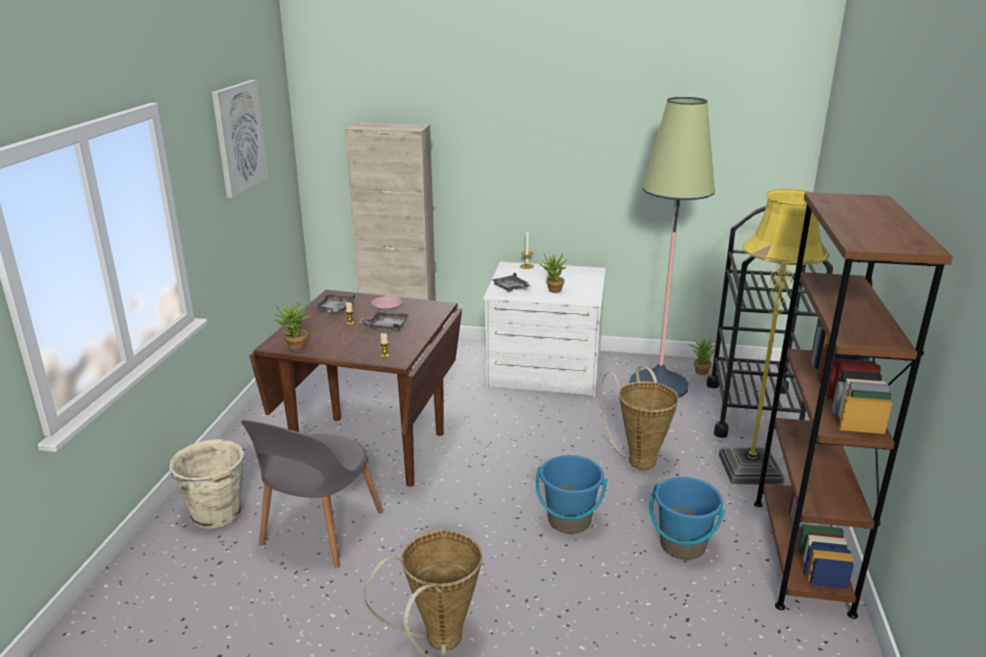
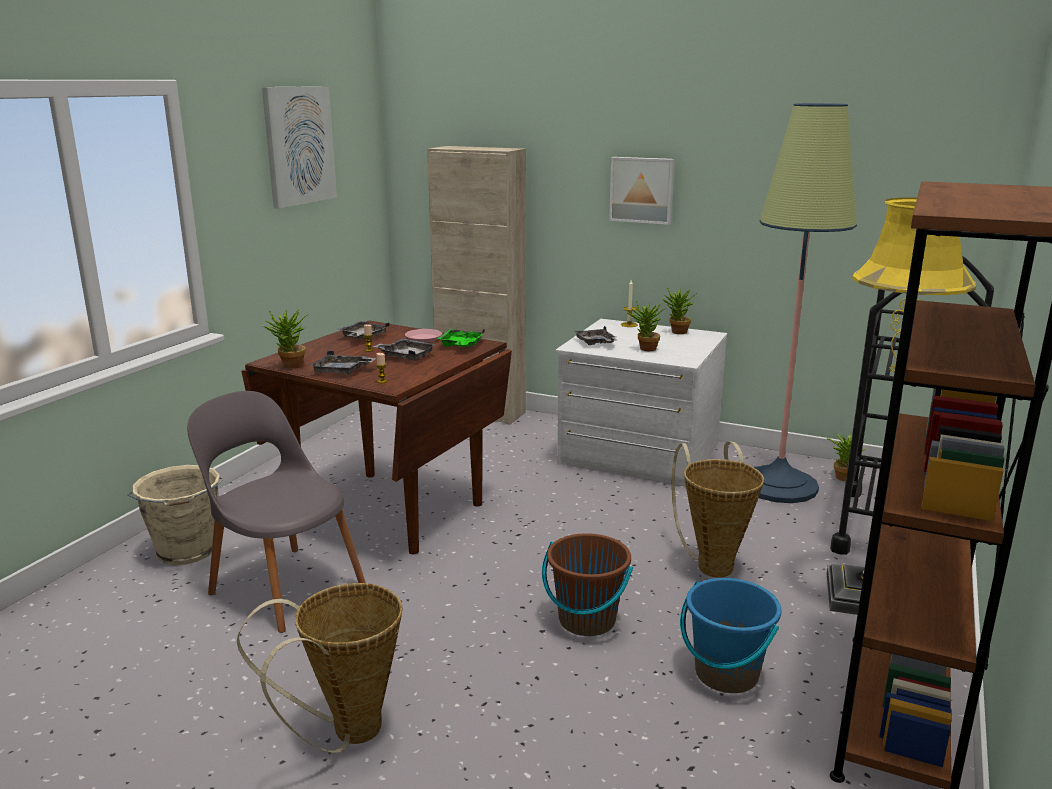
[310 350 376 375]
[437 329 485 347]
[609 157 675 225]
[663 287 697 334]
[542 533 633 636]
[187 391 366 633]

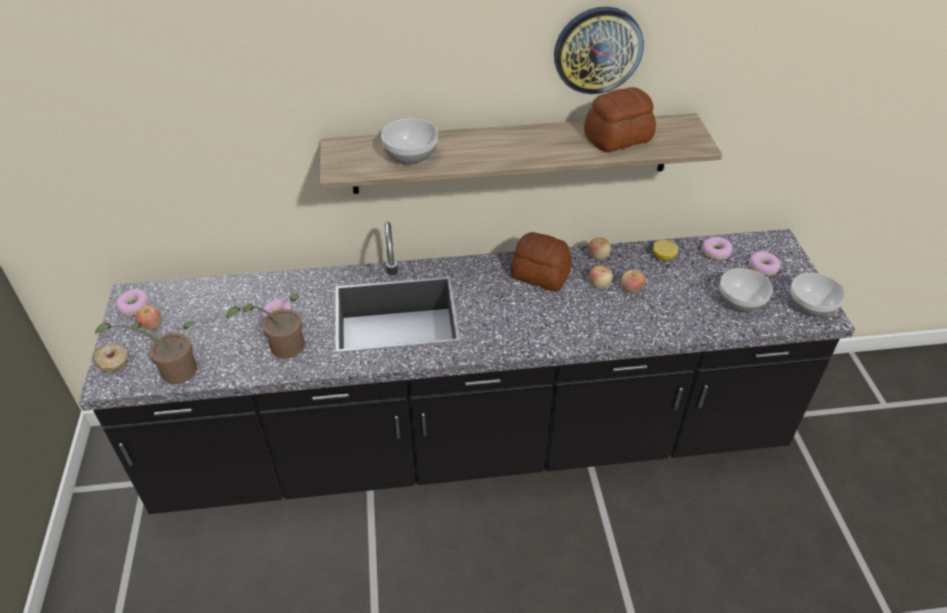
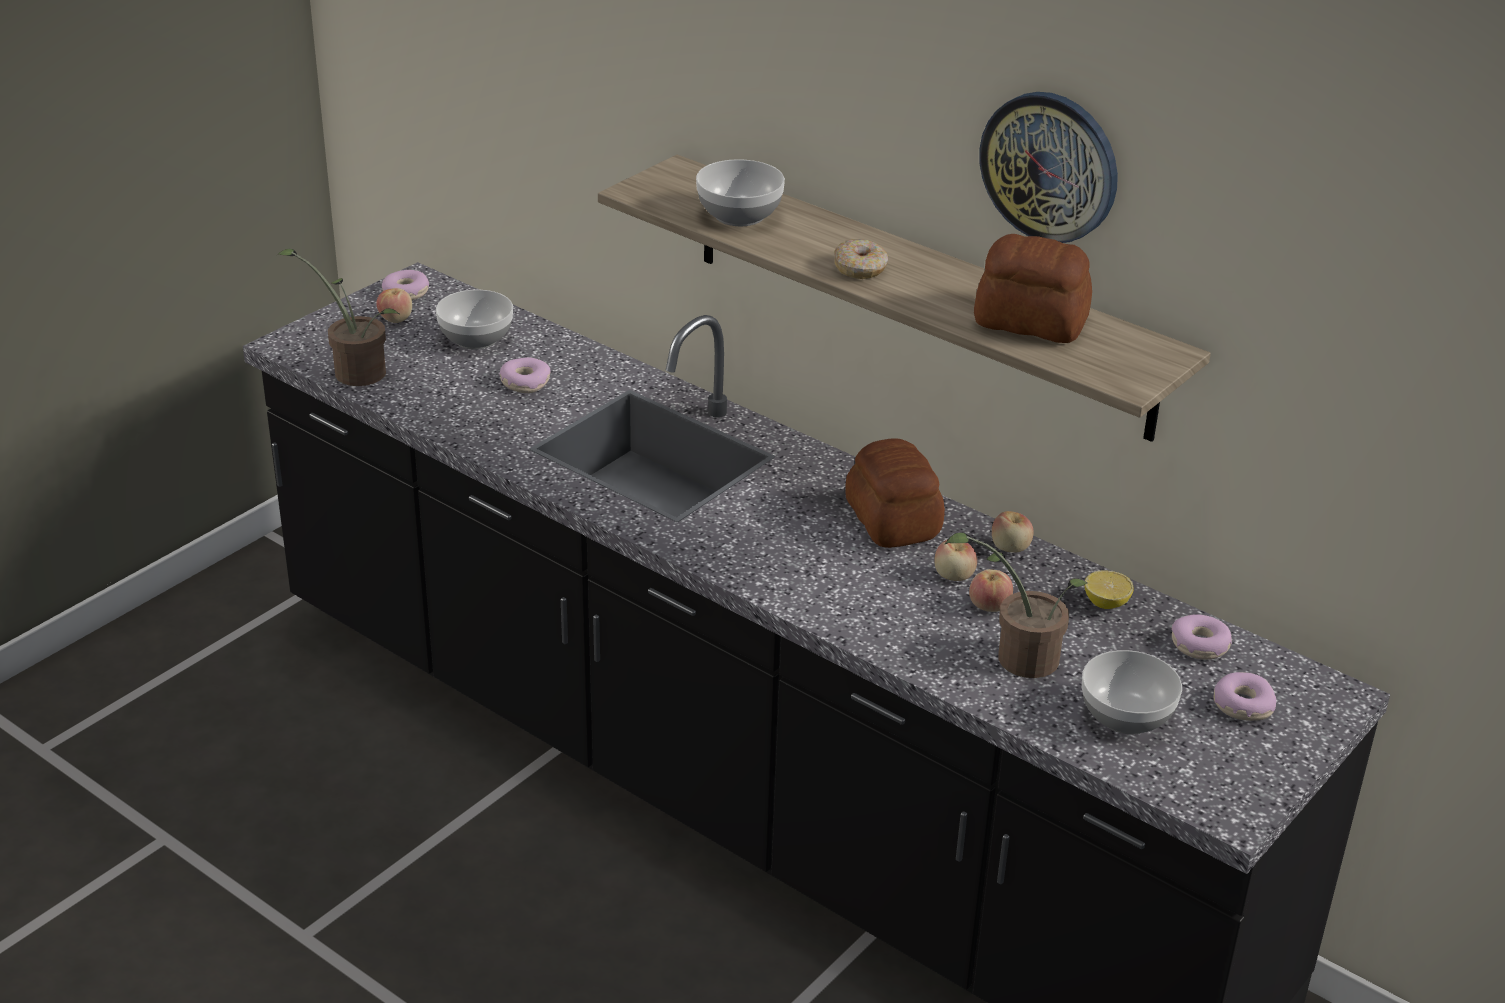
[834 239 888 279]
[944 532 1088 678]
[436 290 513 350]

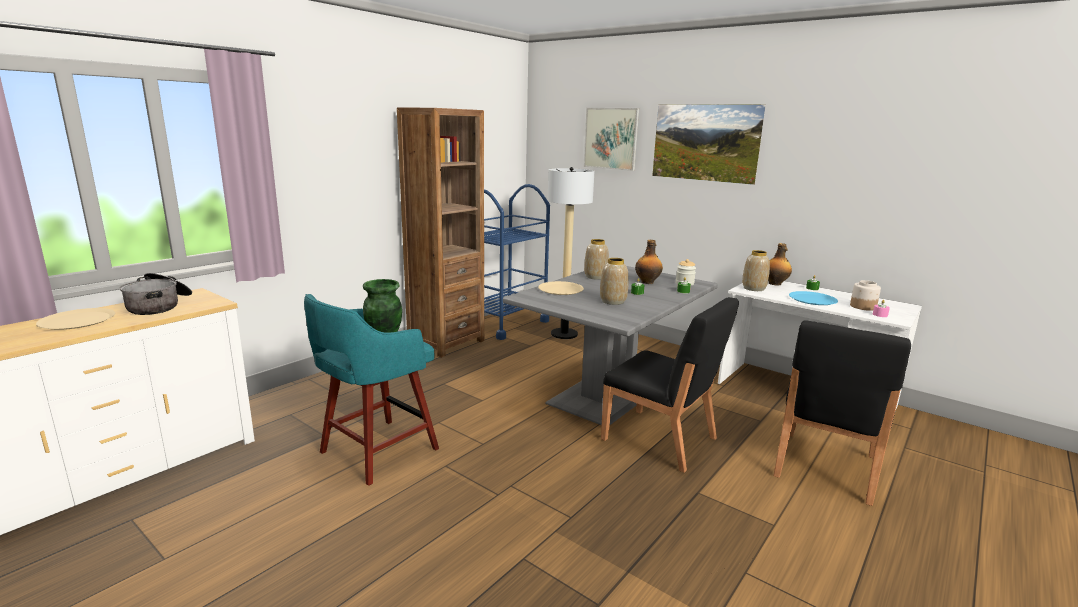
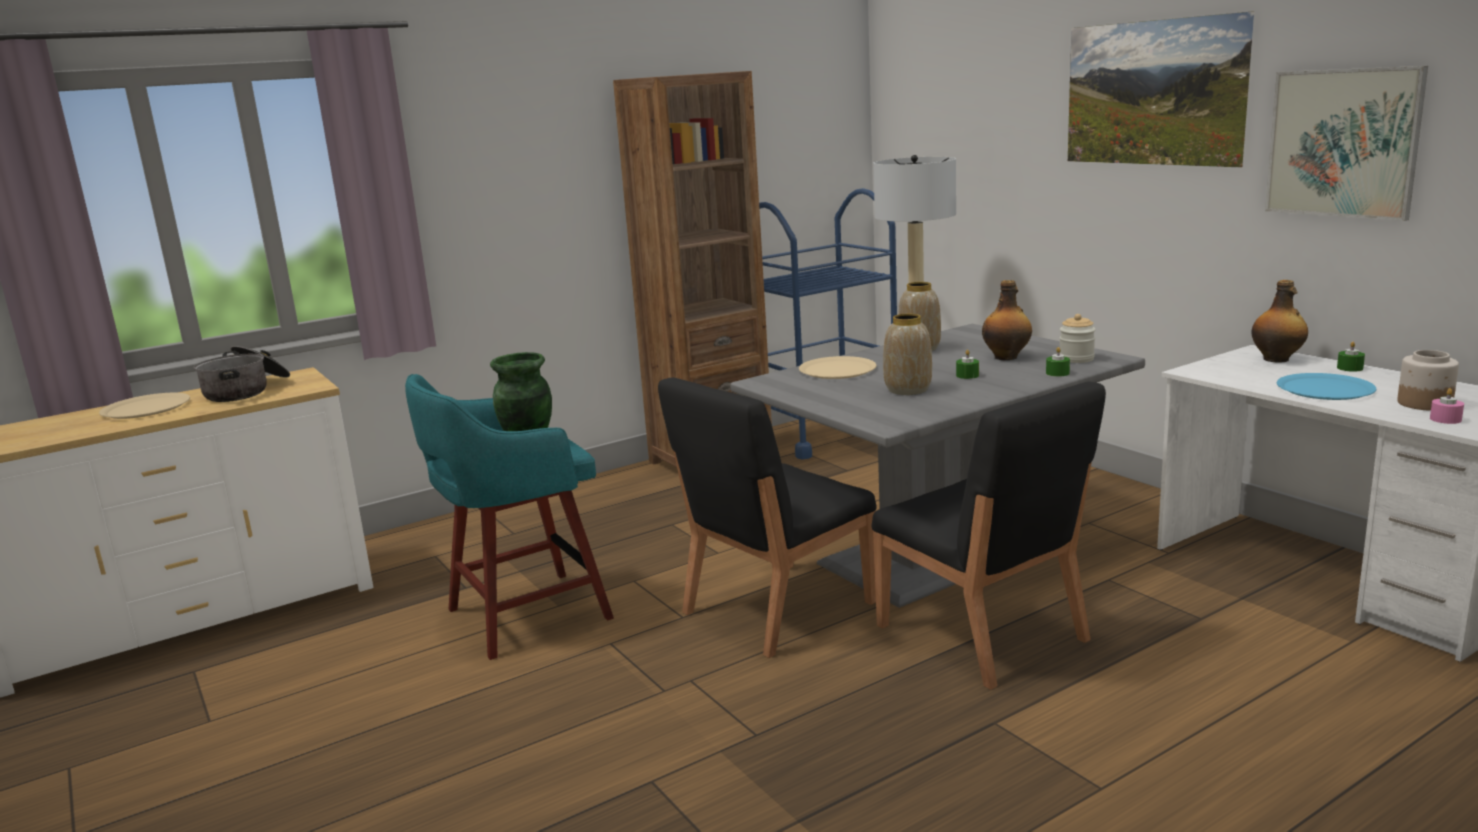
[742 250 770 291] (first image)
[1265 66 1428 221]
[658 377 877 658]

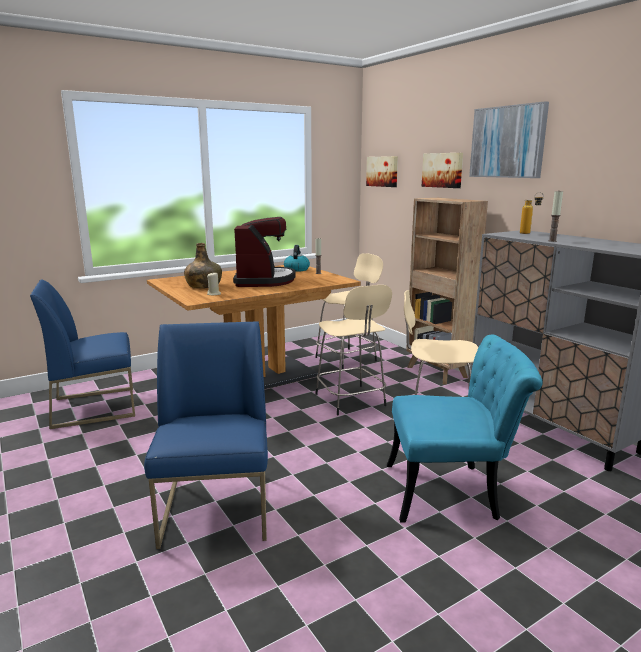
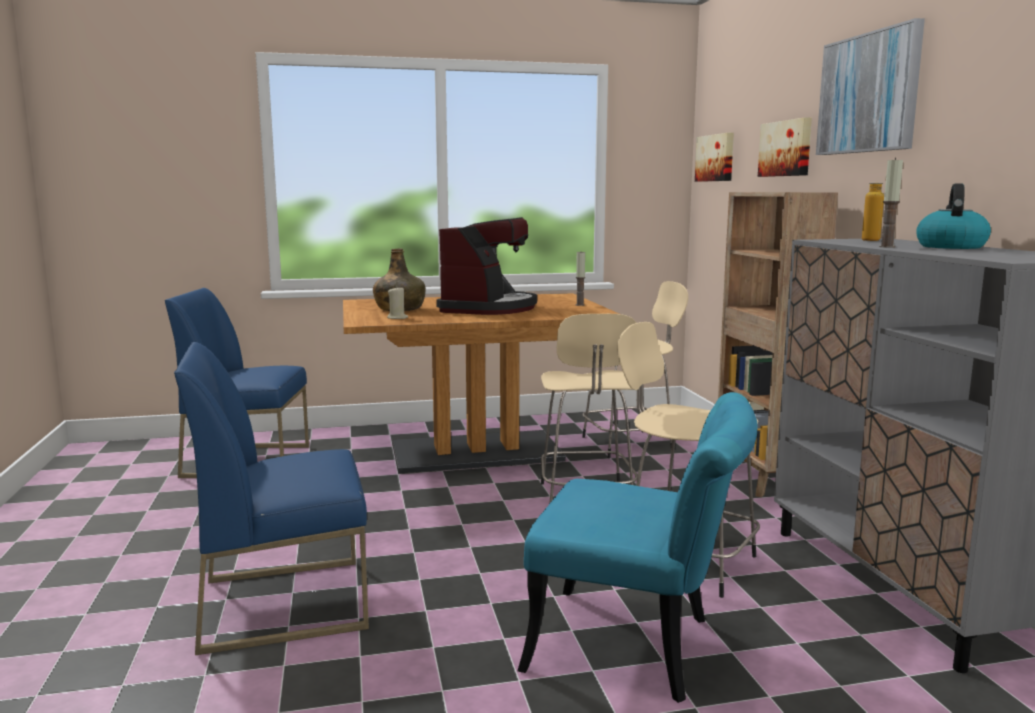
[916 183 991 249]
[174 342 369 655]

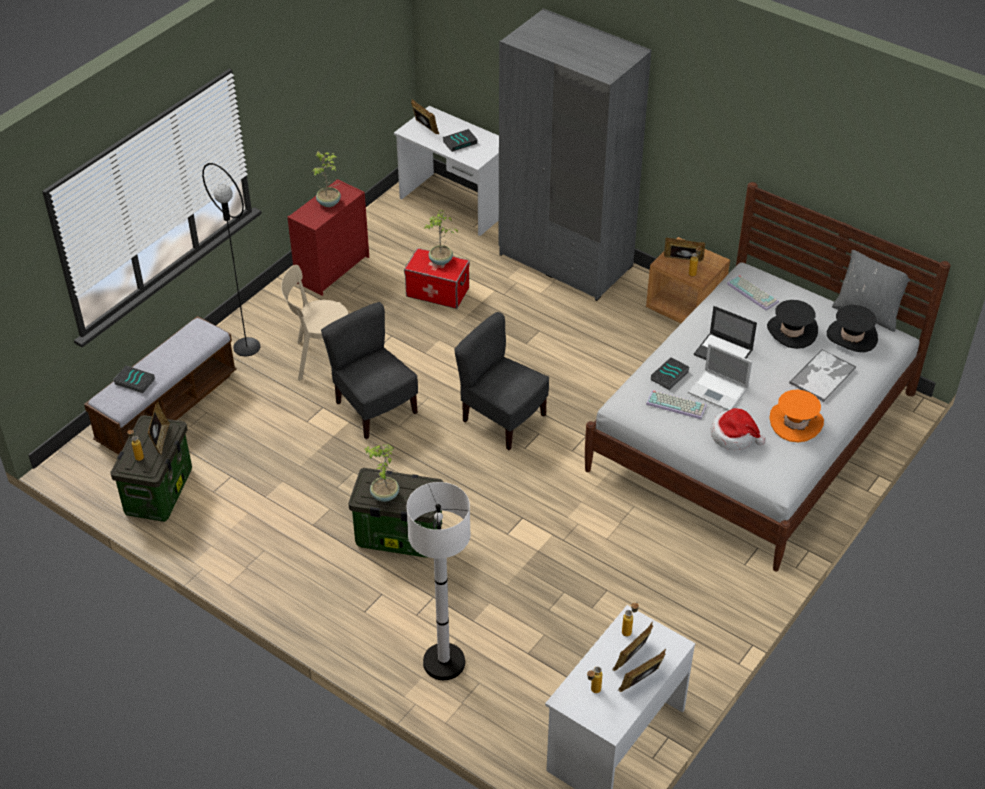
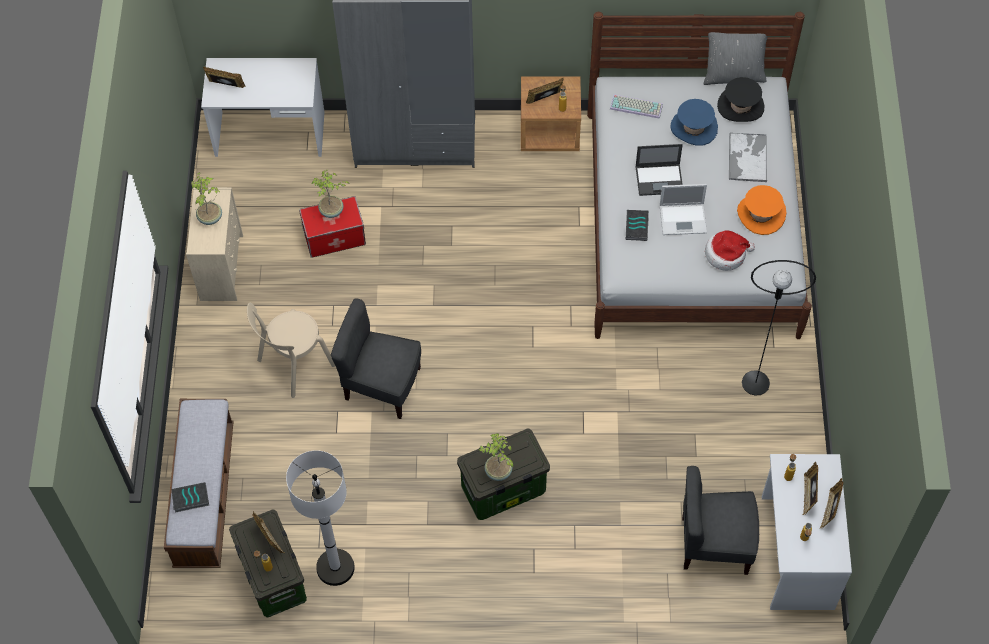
[442 129 477 152] (first image)
[646 390 707 419] (first image)
[742 260 816 396]
[286 450 355 586]
[682 466 759 575]
[186 187 243 301]
[670 99 718 146]

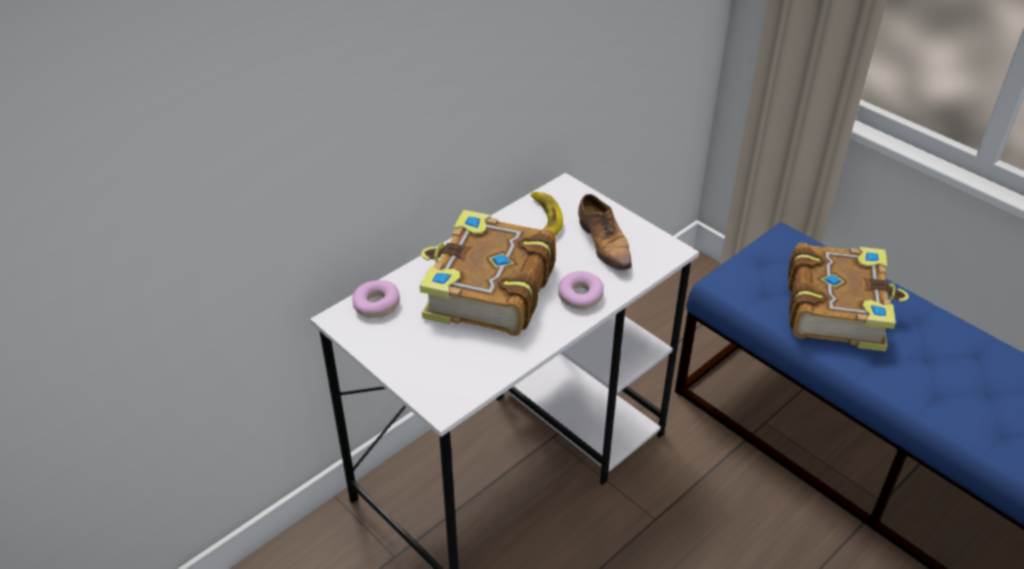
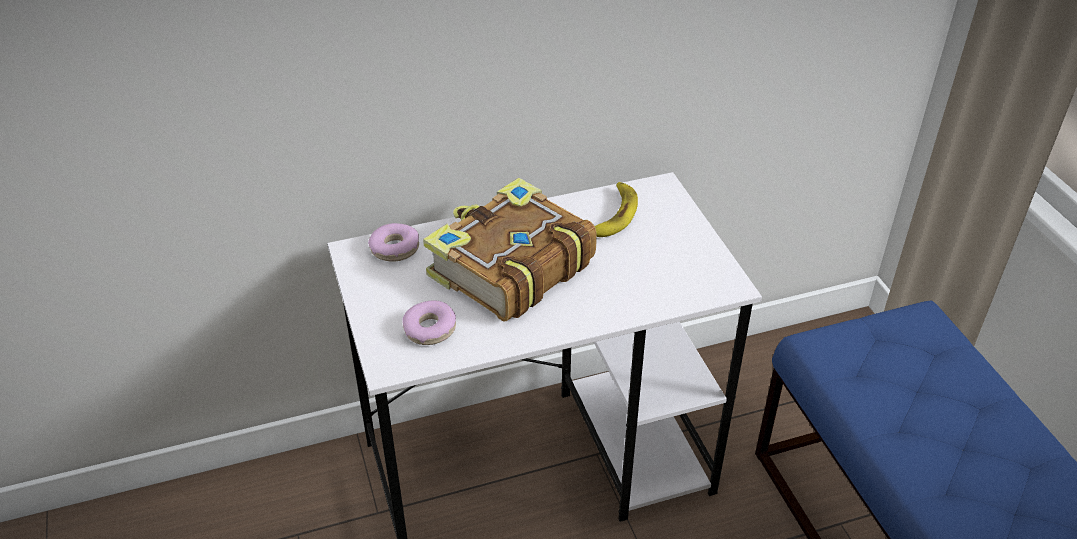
[578 194 632 271] (first image)
[788 243 909 352] (first image)
[402 300 456 345]

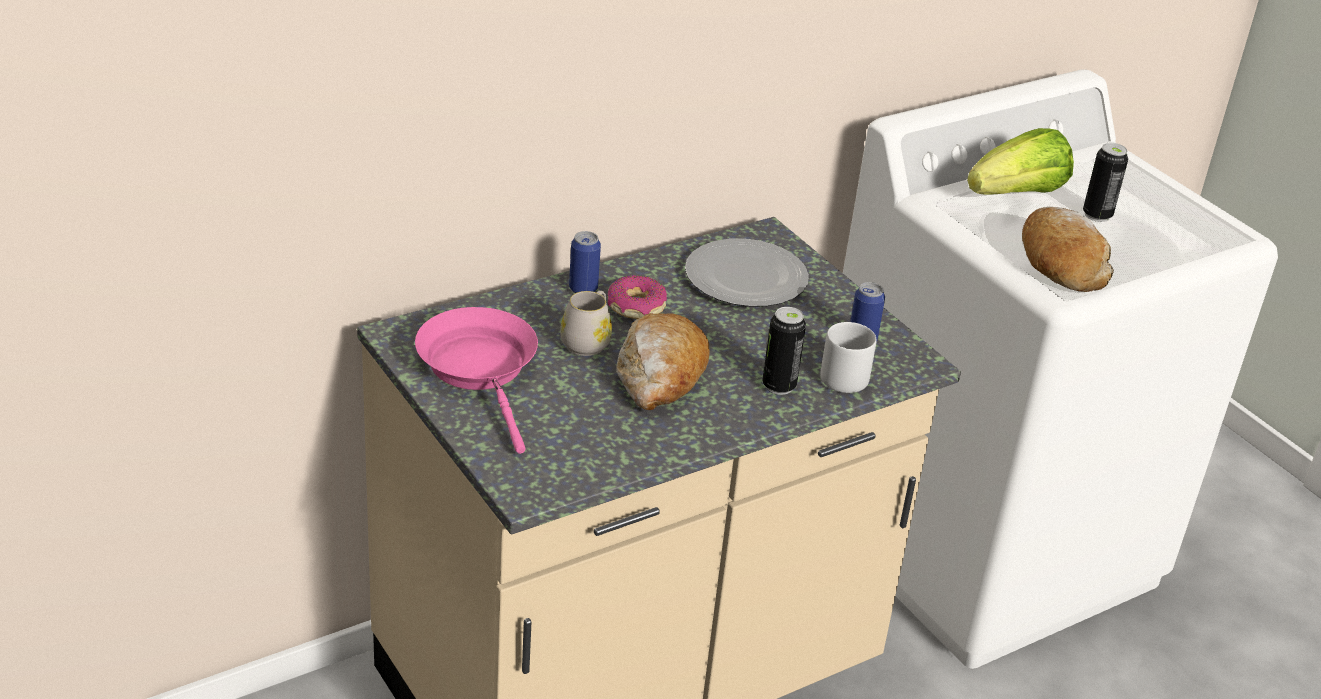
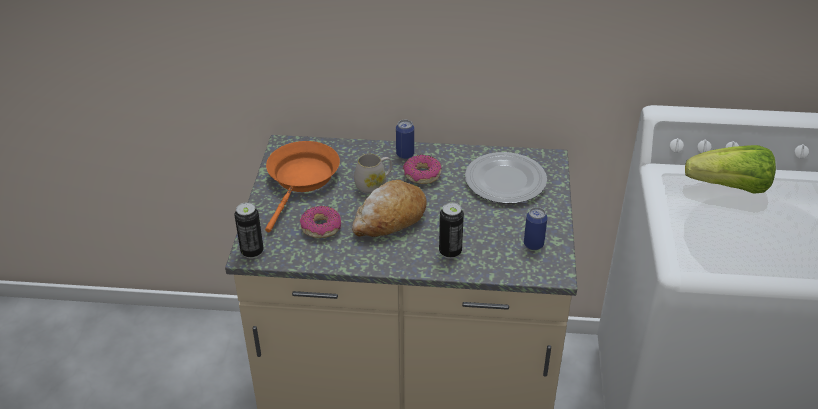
[820 322 877 393] (first image)
[1022 207 1114 292] (first image)
[300 206 341 238]
[234 202 264 258]
[265 141 340 232]

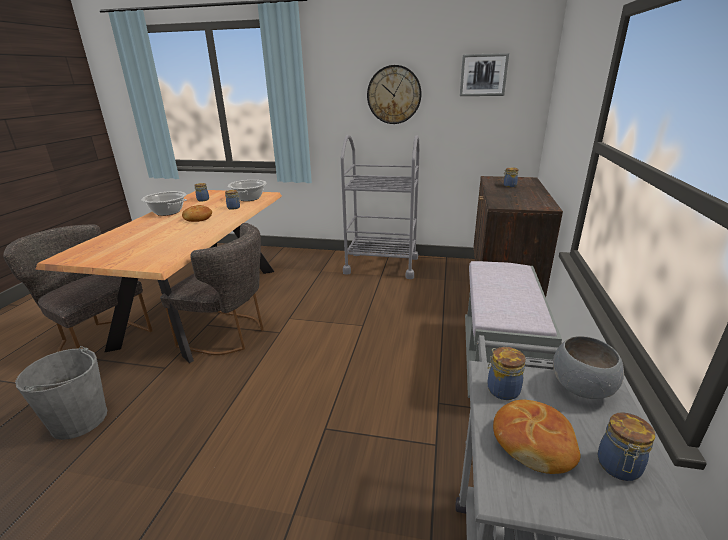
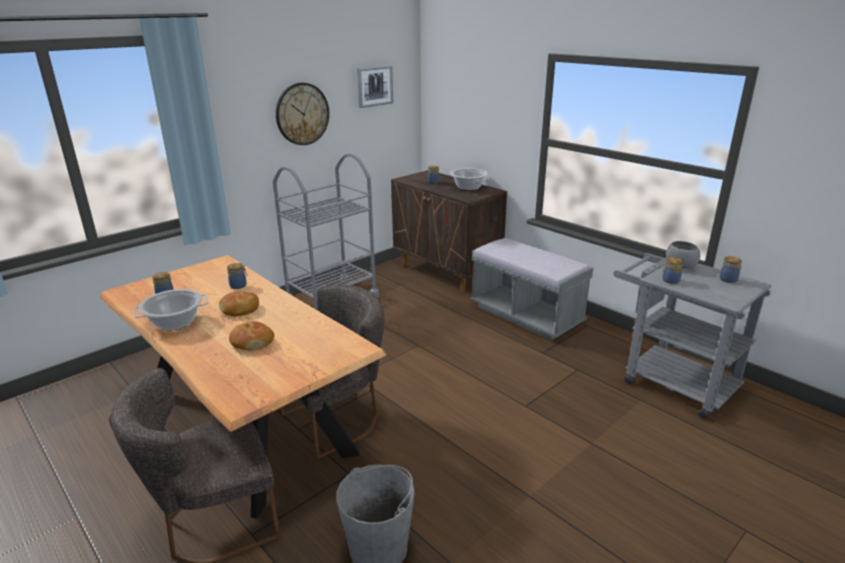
[450 168 489 190]
[229 321 274 350]

